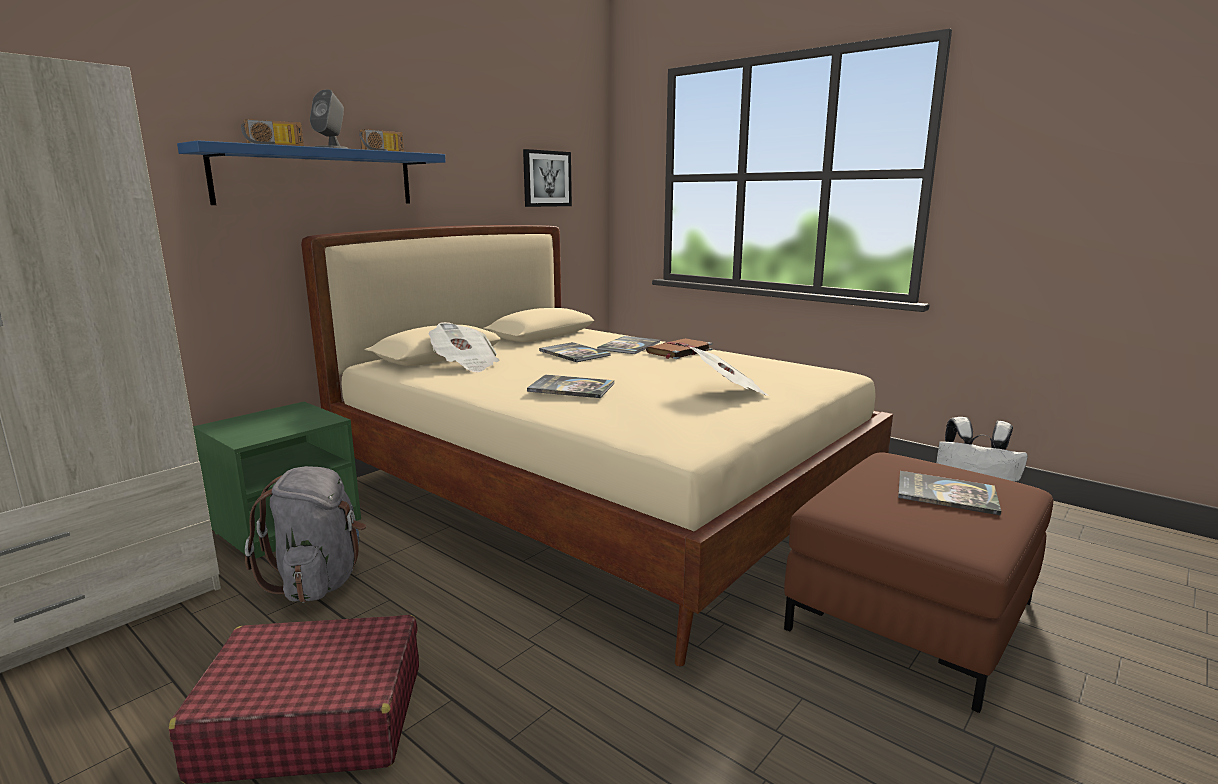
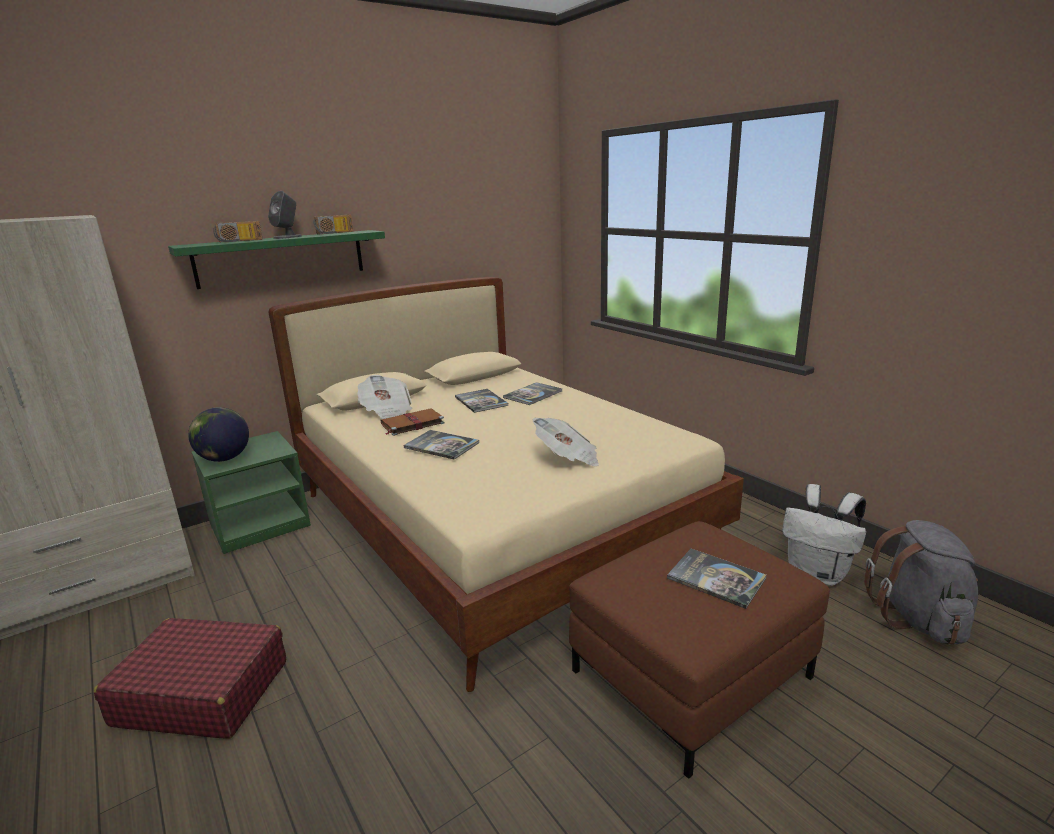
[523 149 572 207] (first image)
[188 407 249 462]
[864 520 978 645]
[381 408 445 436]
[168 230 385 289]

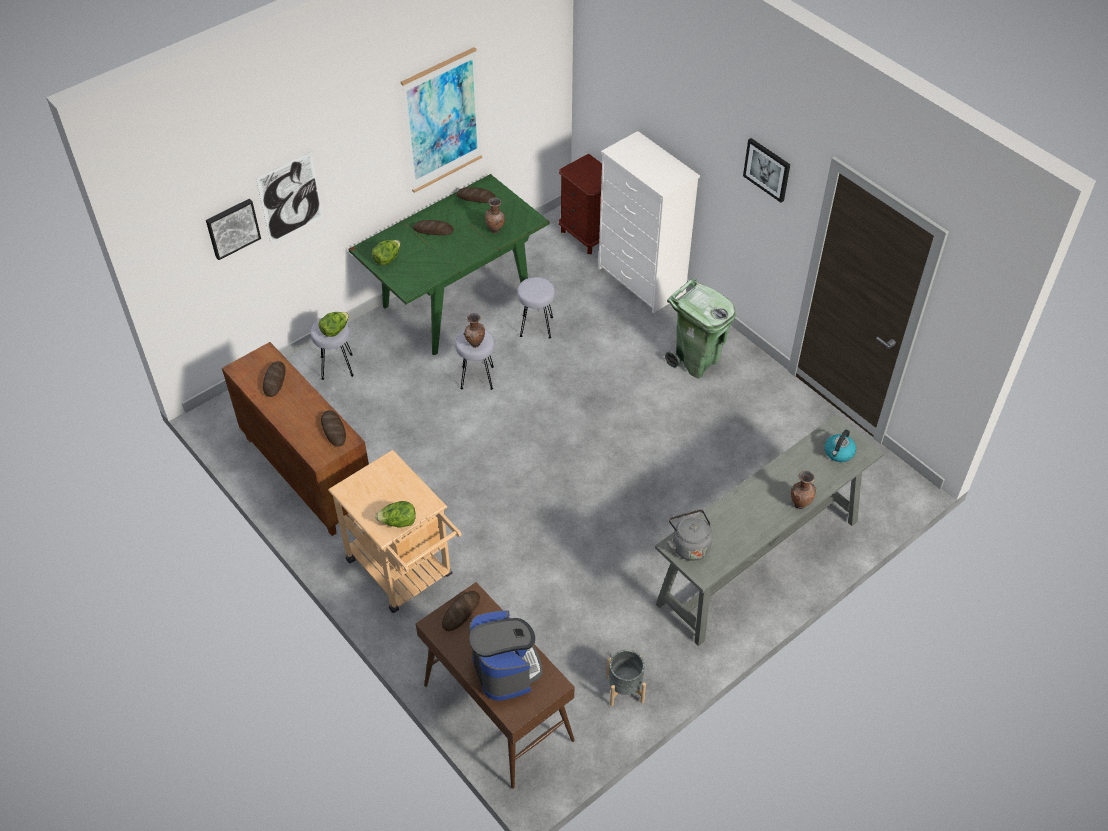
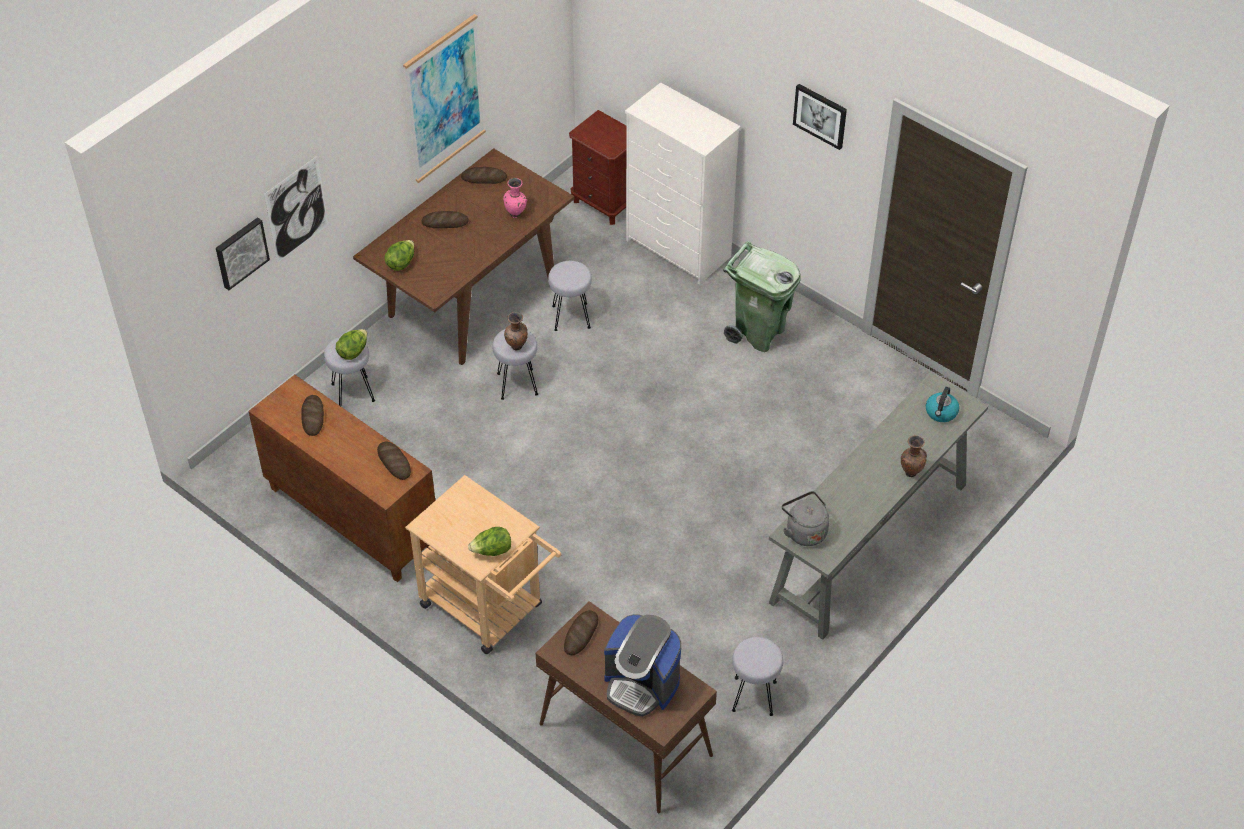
[732 637 783 716]
[353 148 575 365]
[503 178 527 218]
[604 614 681 717]

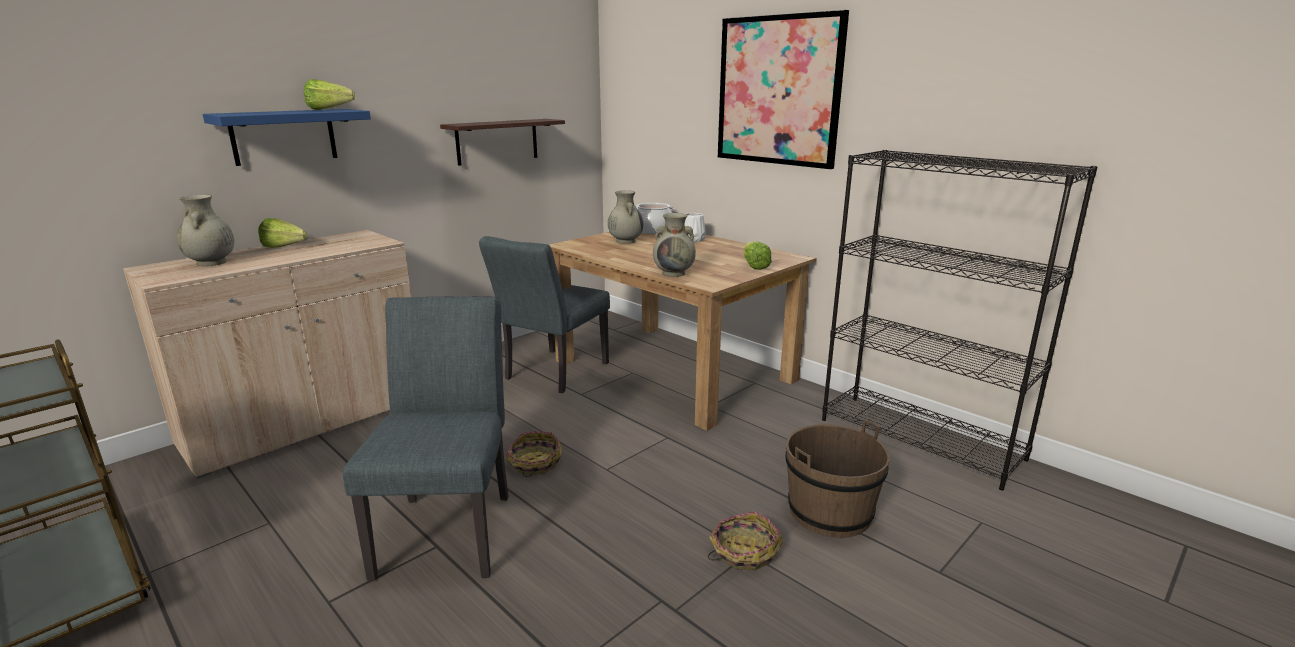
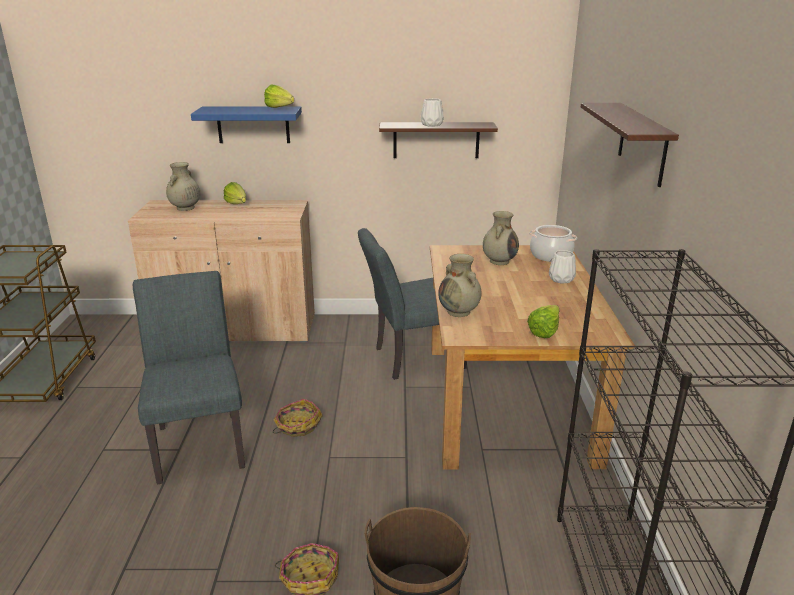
[421 98 444 127]
[581 103 679 187]
[133 271 245 484]

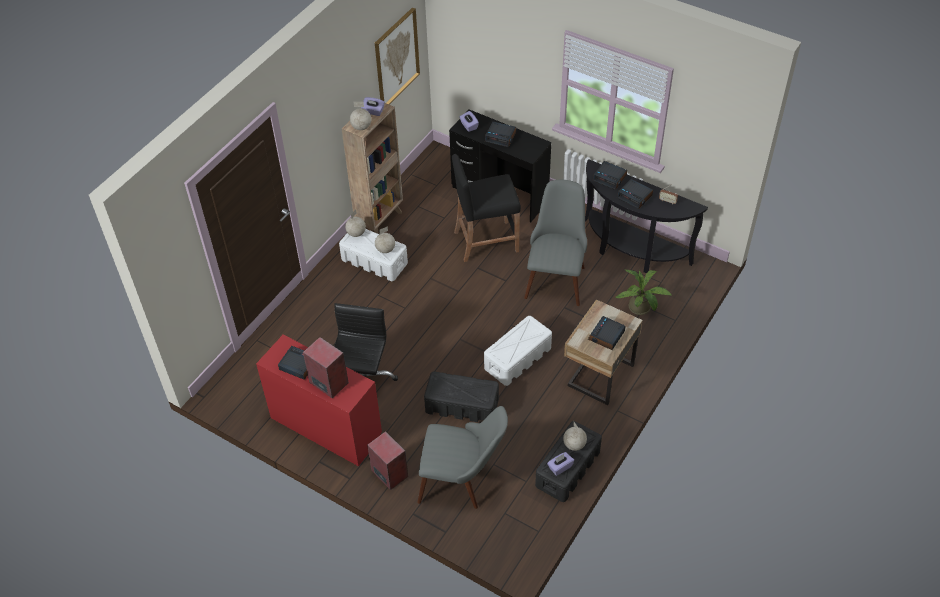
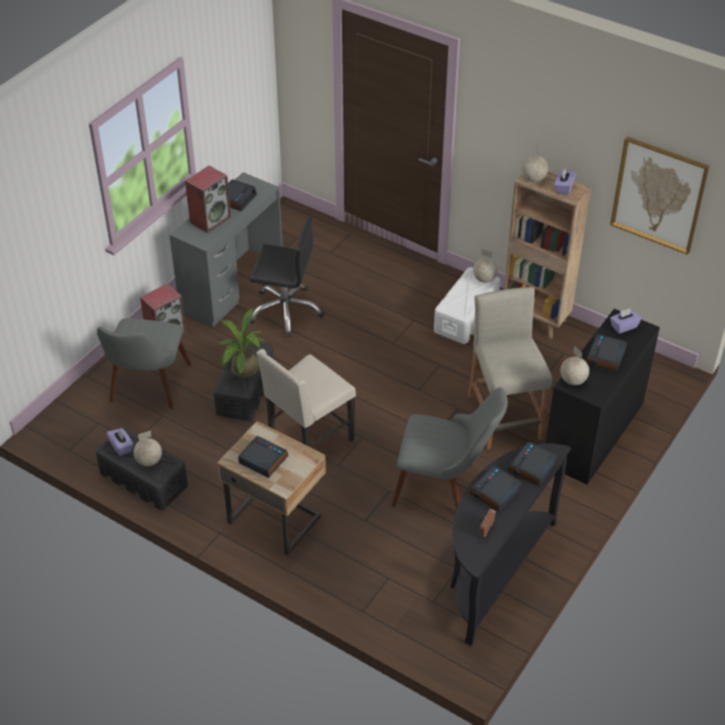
[560 345 589 385]
[219 308 266 378]
[256 349 356 447]
[170 172 283 327]
[468 287 552 449]

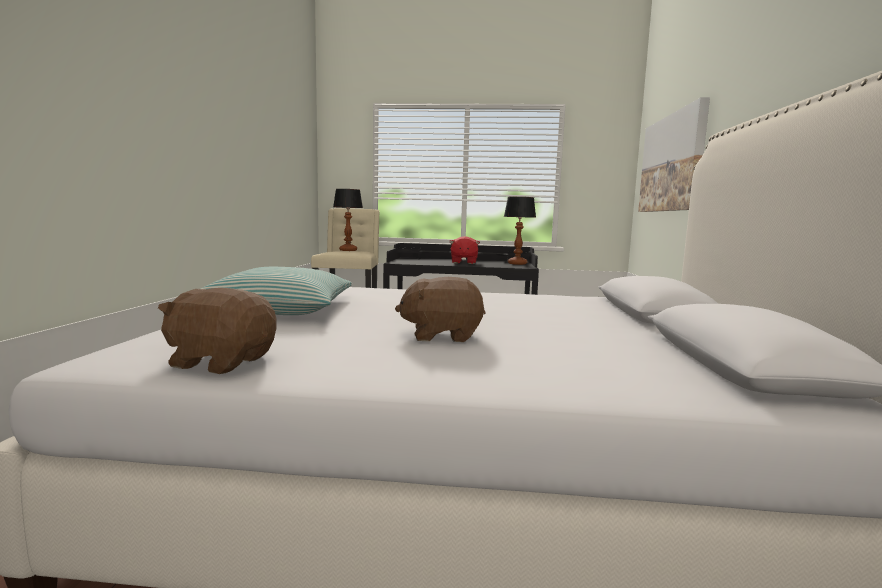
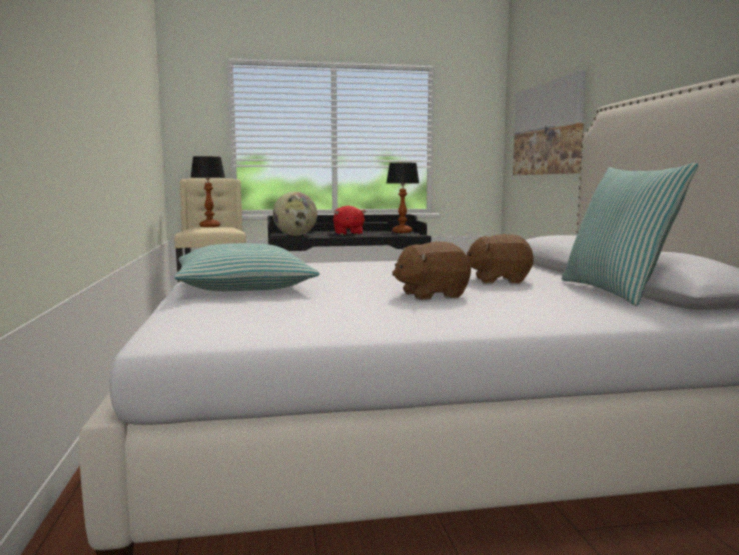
[273 192 317 236]
[561 163 698 306]
[467 234 534 283]

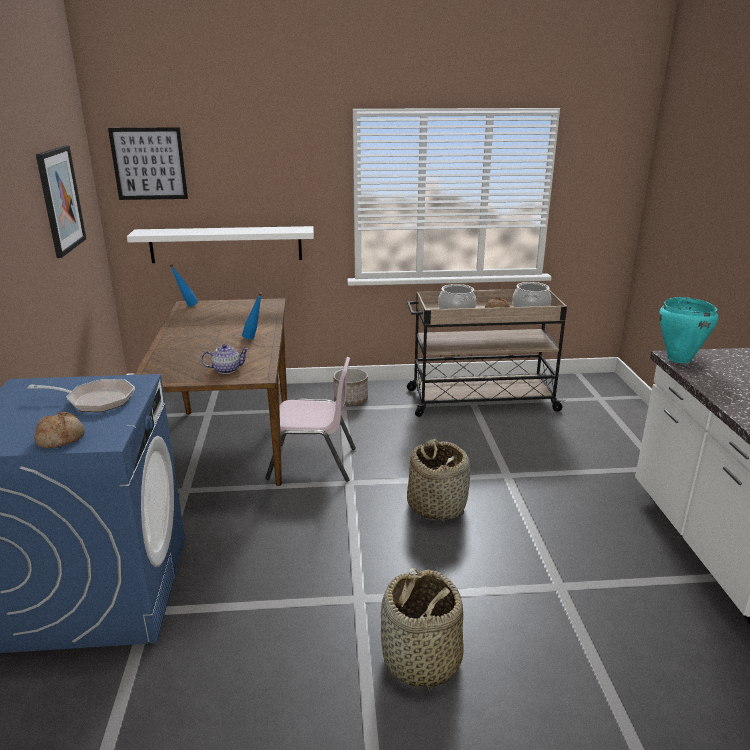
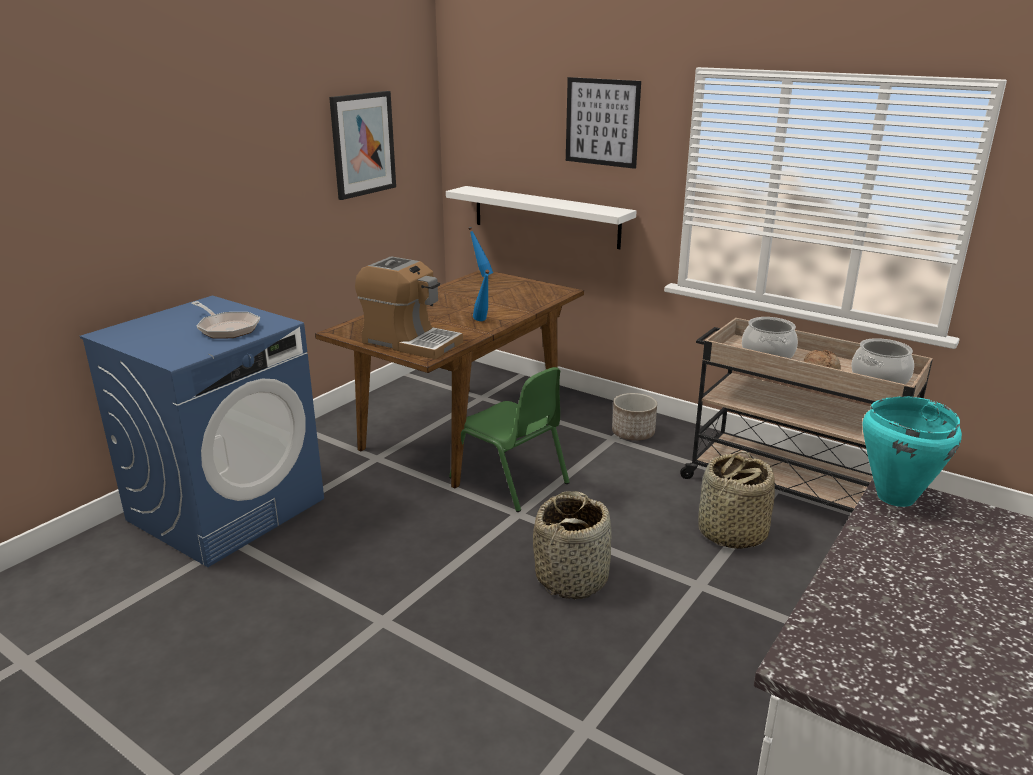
[34 412 85 448] (first image)
[566 77 641 169]
[698 451 775 549]
[355 256 463 359]
[449 367 570 512]

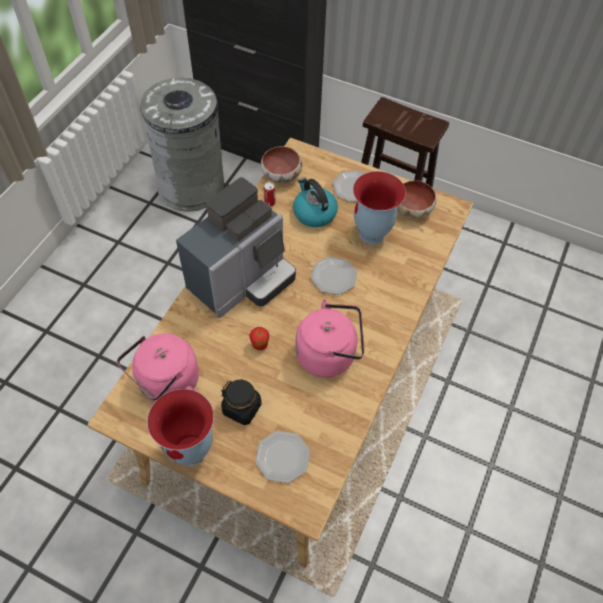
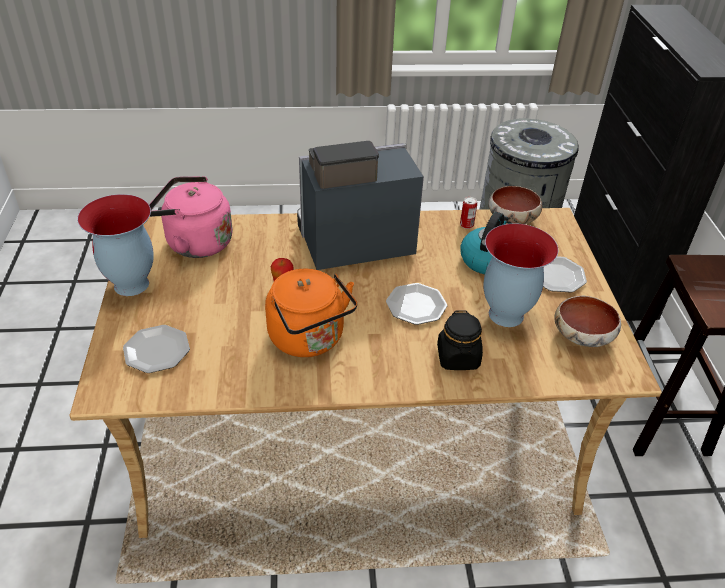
[437 311 483 370]
[265 268 357 357]
[297 141 424 270]

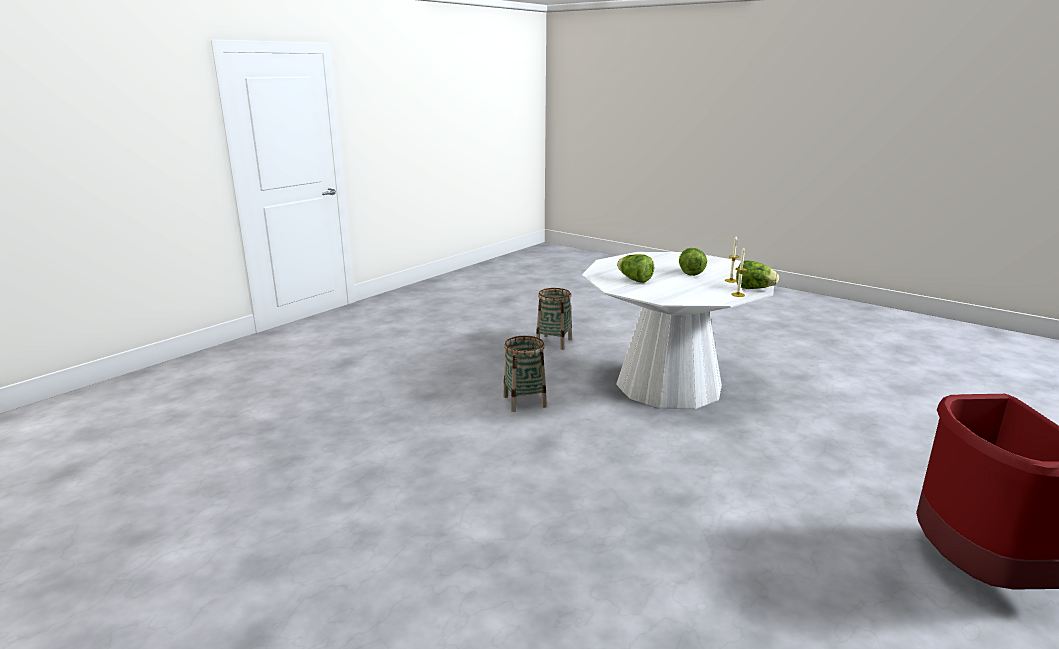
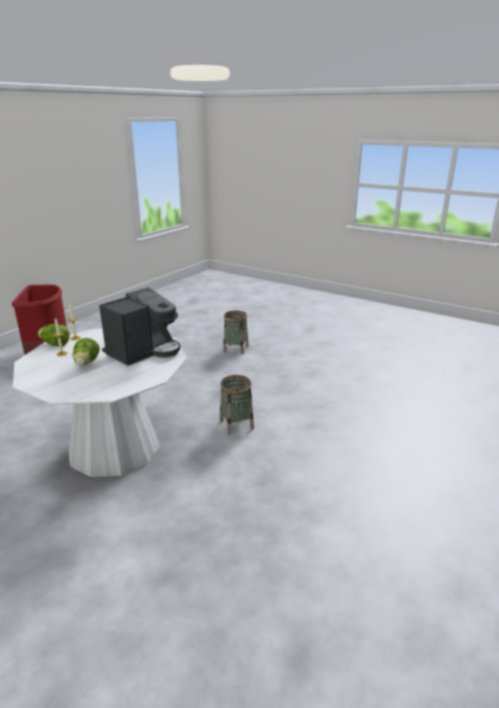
[223 310 248 354]
[99 287 181 366]

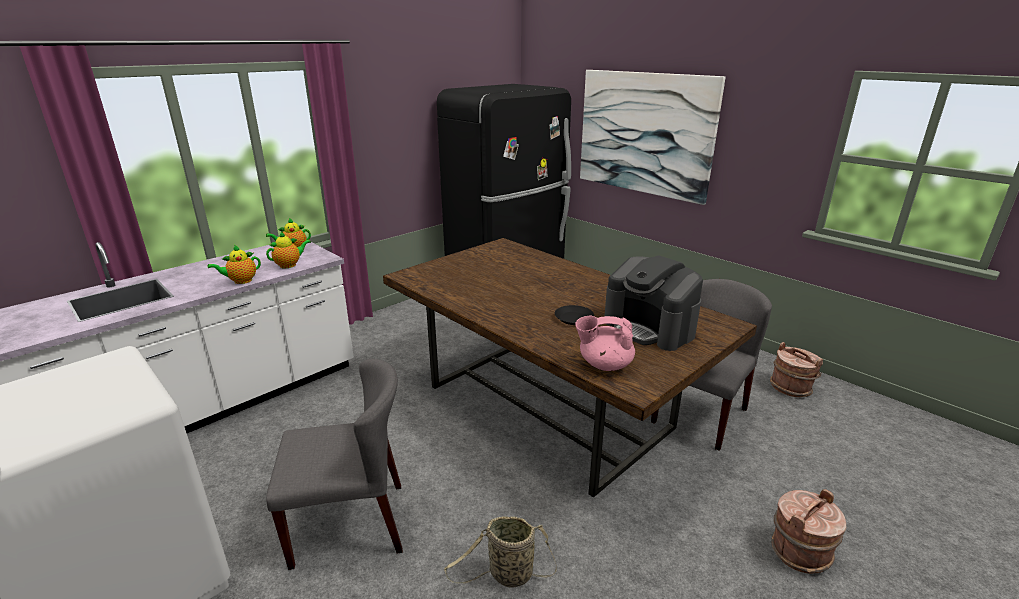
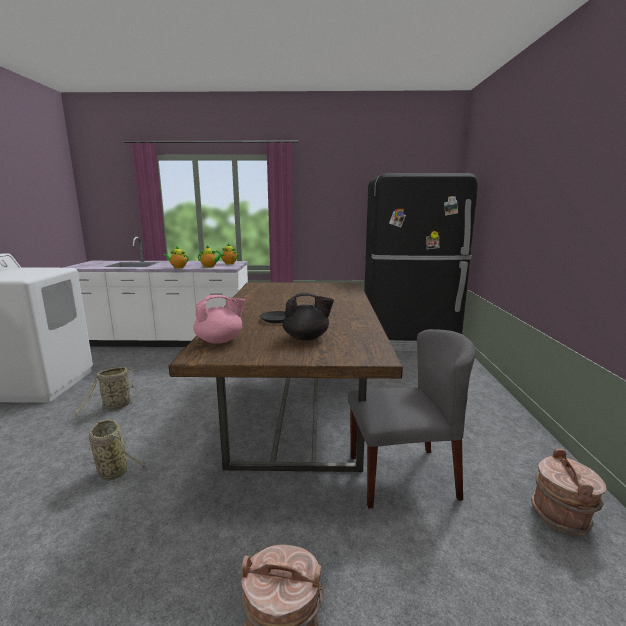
[580 70 726 205] (first image)
[74 366 143 419]
[282 293 334 341]
[193 295 245 344]

